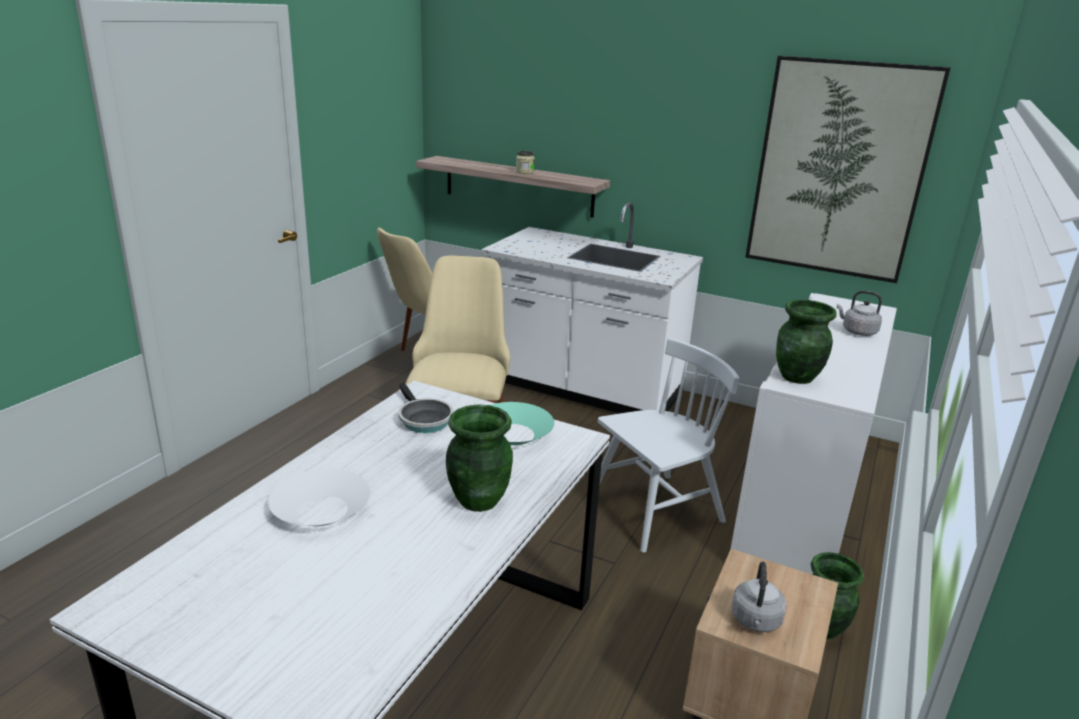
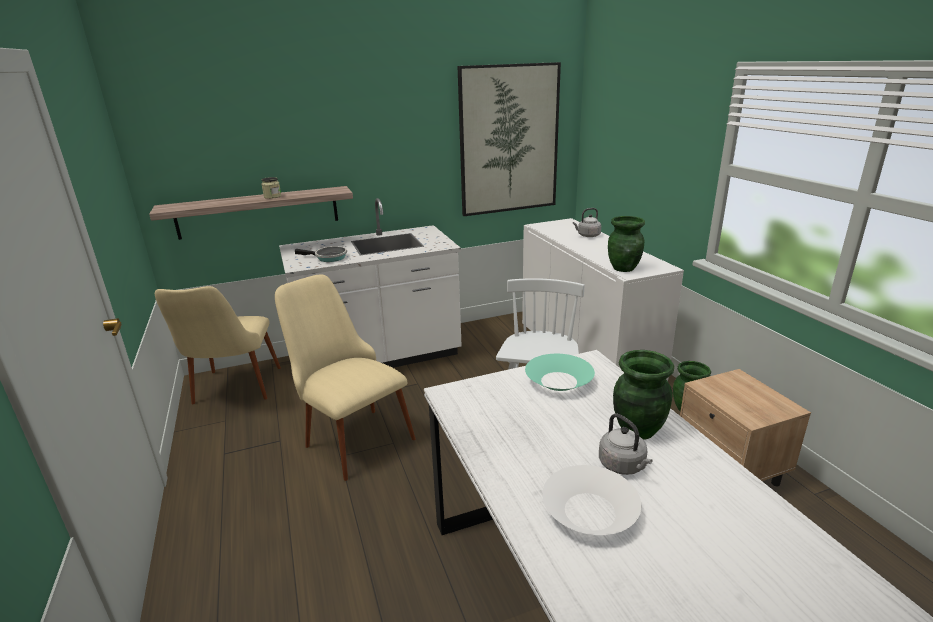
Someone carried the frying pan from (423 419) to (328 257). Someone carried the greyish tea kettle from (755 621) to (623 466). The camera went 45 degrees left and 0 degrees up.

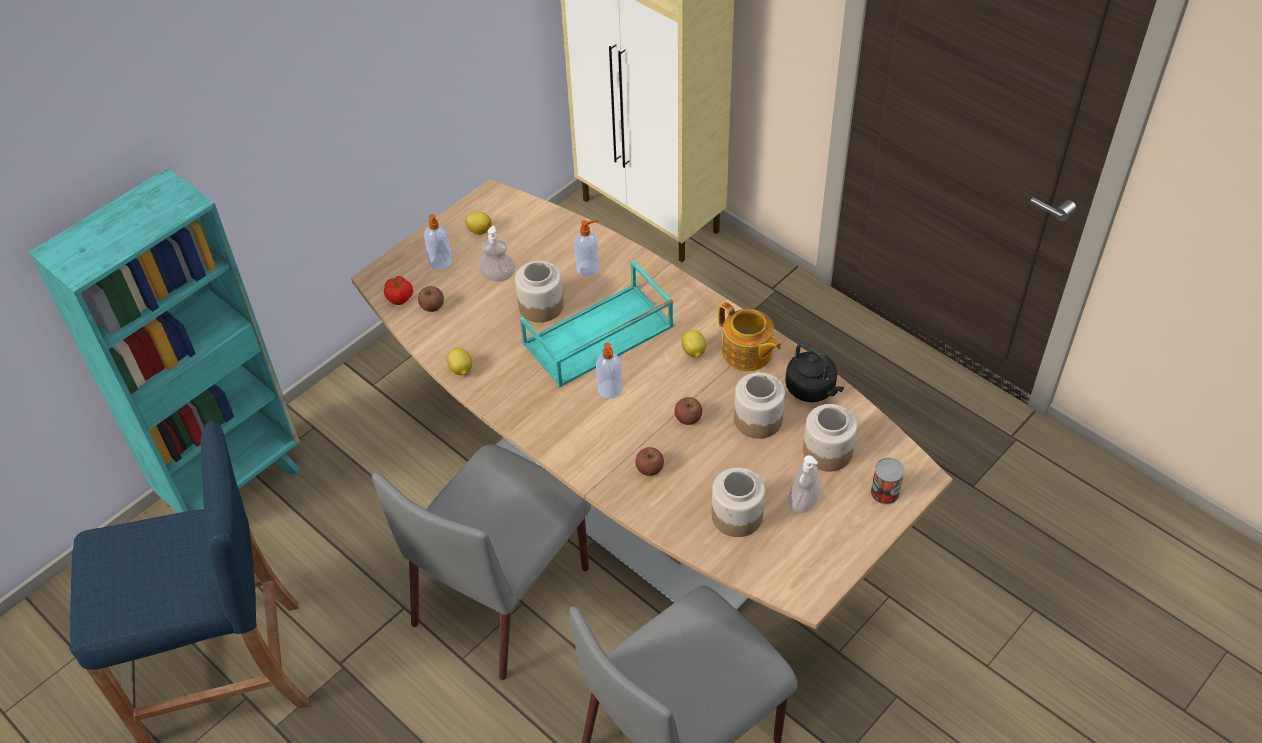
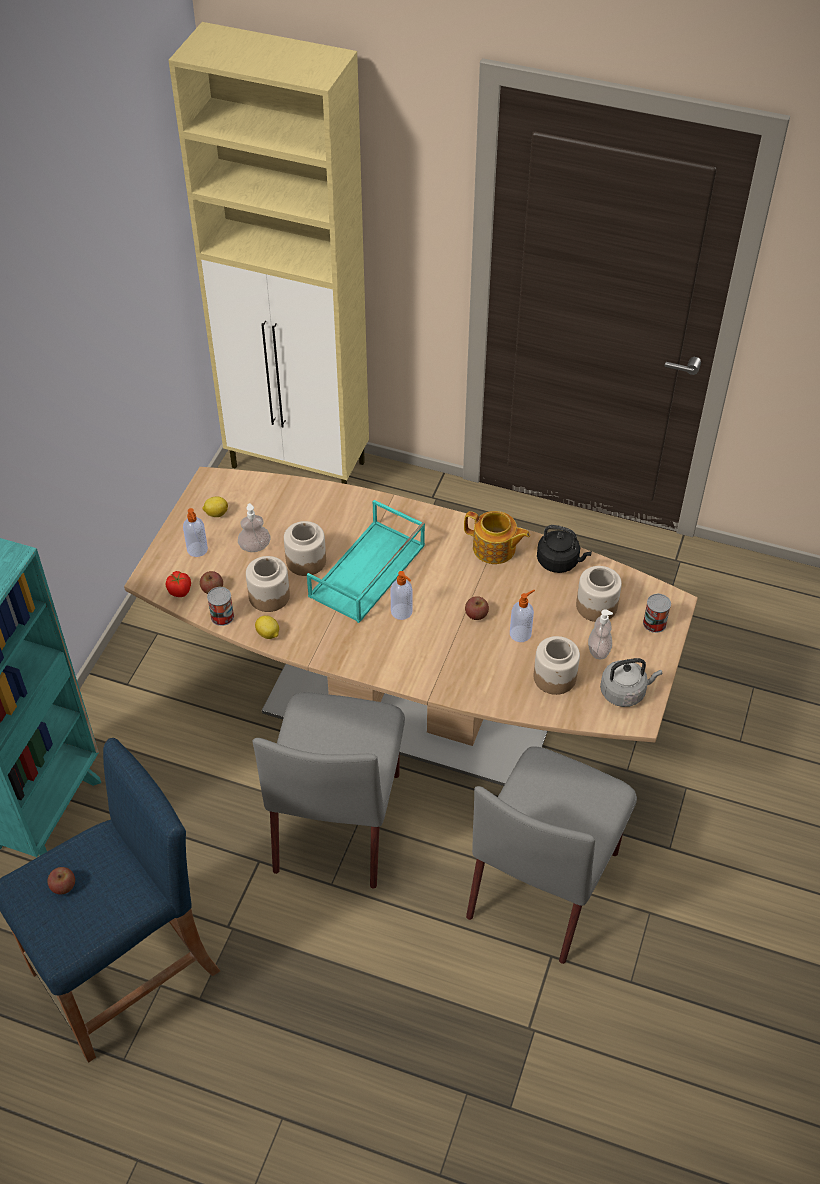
Someone carried the apple from (649 468) to (63 886). Someone put down the metal can at (222 616). Someone carried the preserve jar from (758 419) to (269 596). Someone carried the liquid soap bottle from (588 268) to (521 633). Someone put down the greyish tea kettle at (625 692). Someone took away the whole lemon at (693 352). The camera went 25 degrees left and 0 degrees up.

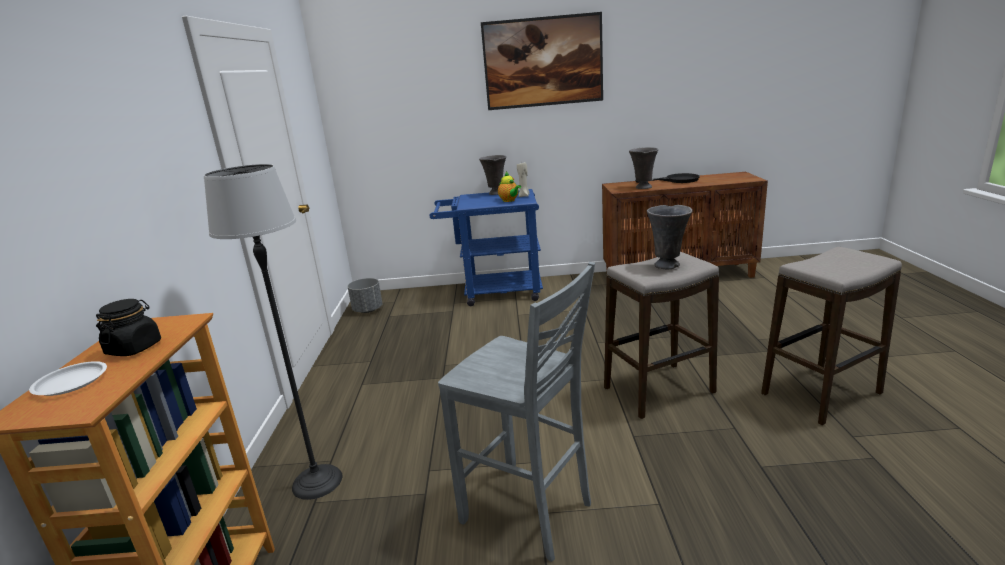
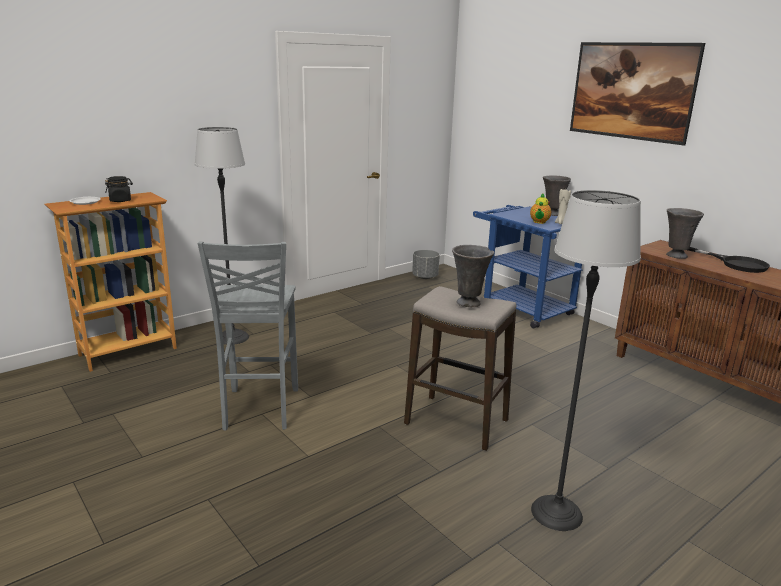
Someone swapped the stool at (820 394) for the floor lamp at (557 513). The camera went 50 degrees right and 0 degrees up.

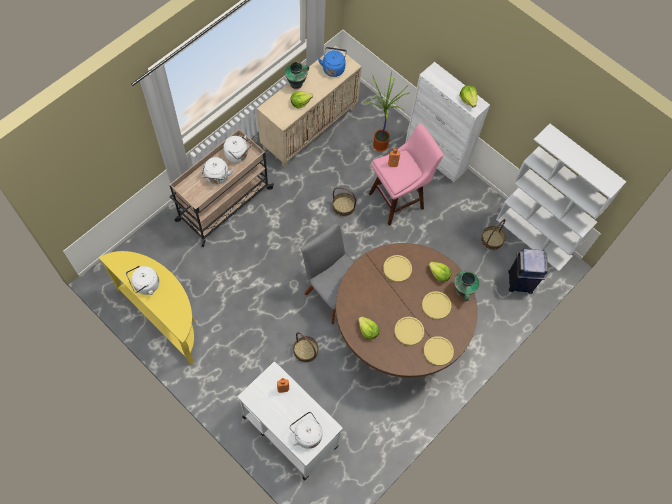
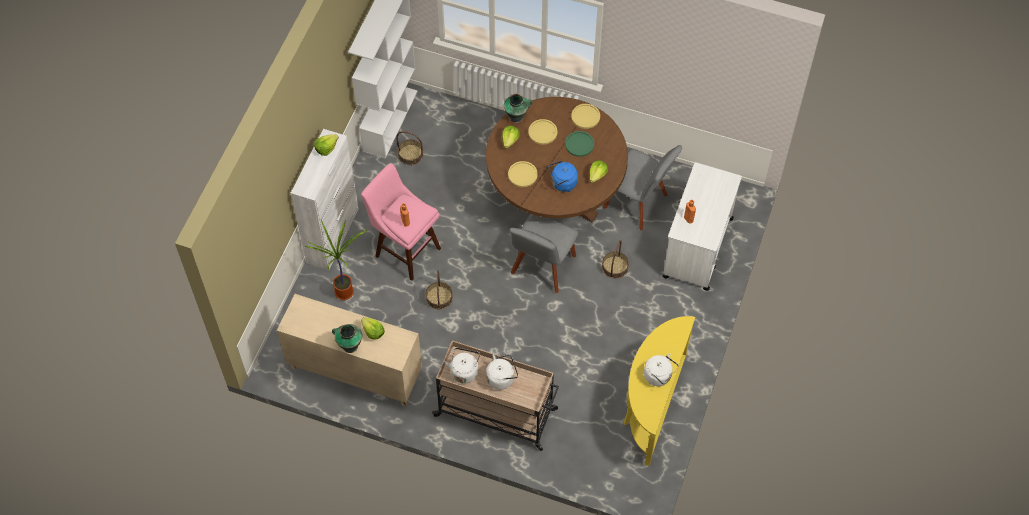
Someone carried the blue tea kettle from (333 68) to (562 183). Someone repainted the yellowish dinner plate at (409 331), which became the green-coloured dinner plate at (579 144). Someone put down the greyish plain chair at (638 203). Someone took away the white tea kettle at (306 434). Someone took away the blue rubbish bin at (520 282). The camera went 110 degrees left and 5 degrees down.

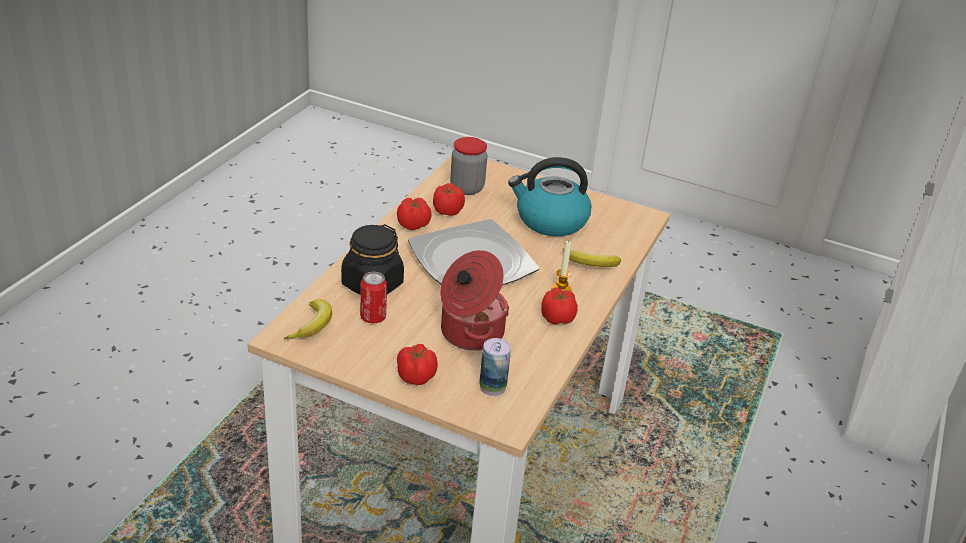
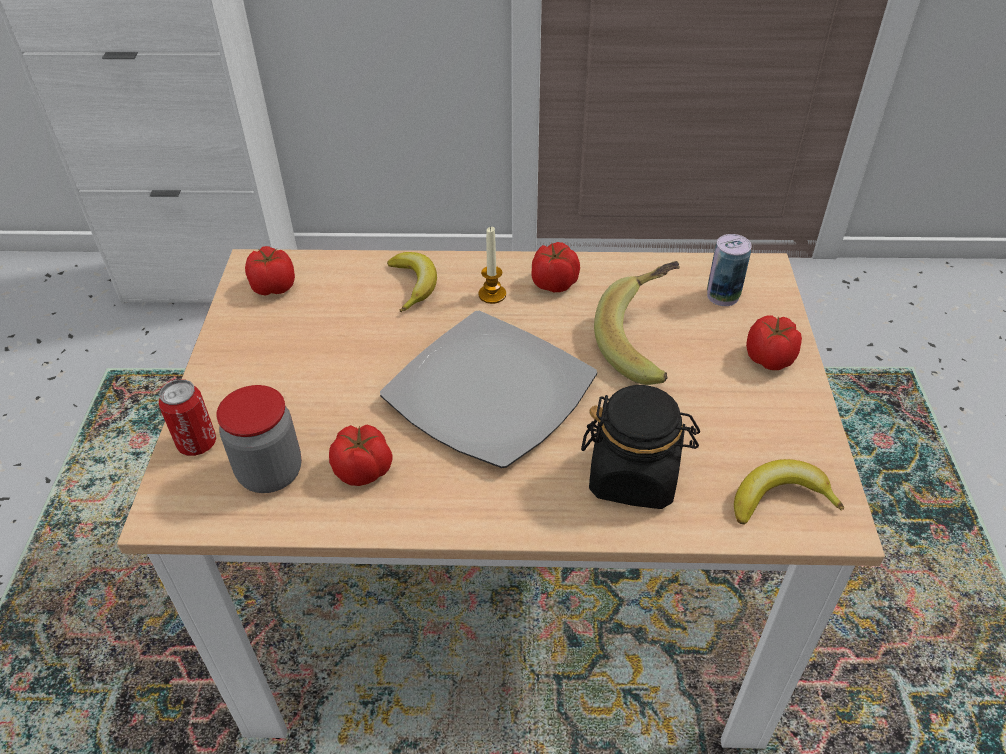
Someone carried the metal can from (373 317) to (197 443). Someone carried the fresh tomato from (414 225) to (274 286). Someone swapped the cooking pot at (470 332) for the banana at (647 343). Someone took away the tea kettle at (550 221). The camera went 110 degrees left and 10 degrees up.

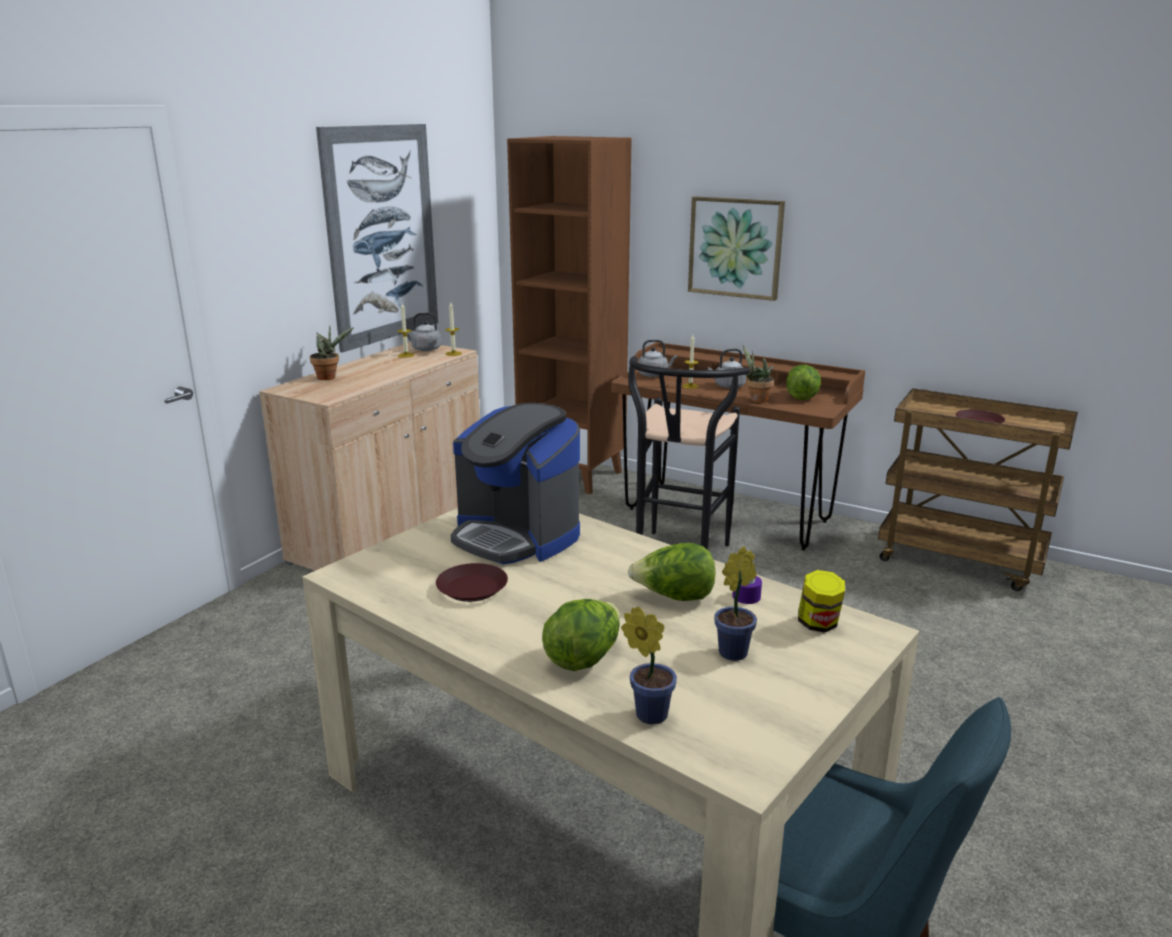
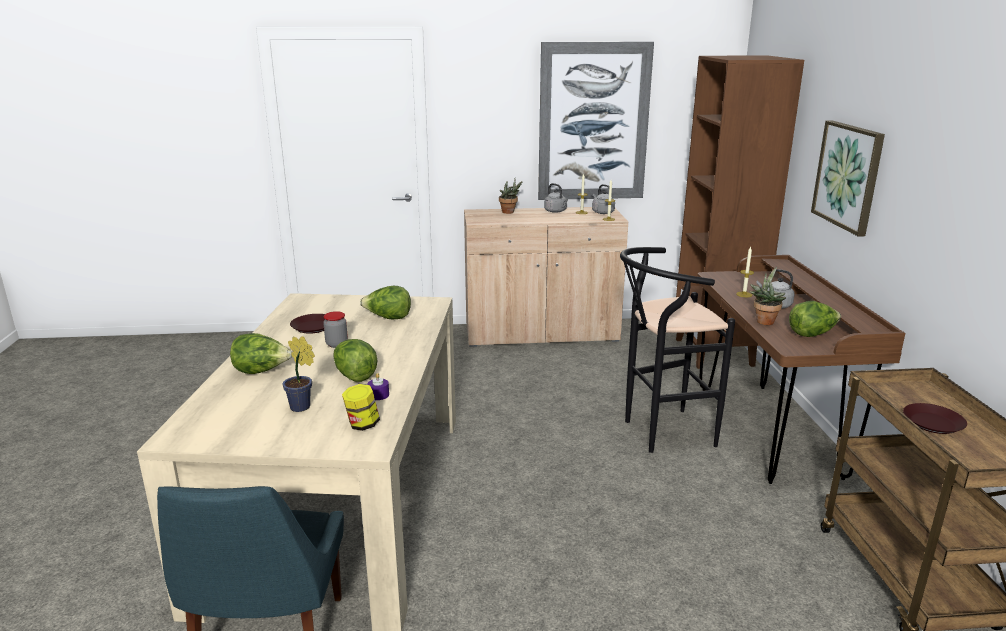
Someone put down the preserve jar at (336 344). Someone swapped the coffee maker at (516 536) for the head of lettuce at (388 318). Someone carried the greyish tea kettle from (654 375) to (556 211). Someone took away the potted plant at (648 713). The camera went 55 degrees right and 0 degrees up.

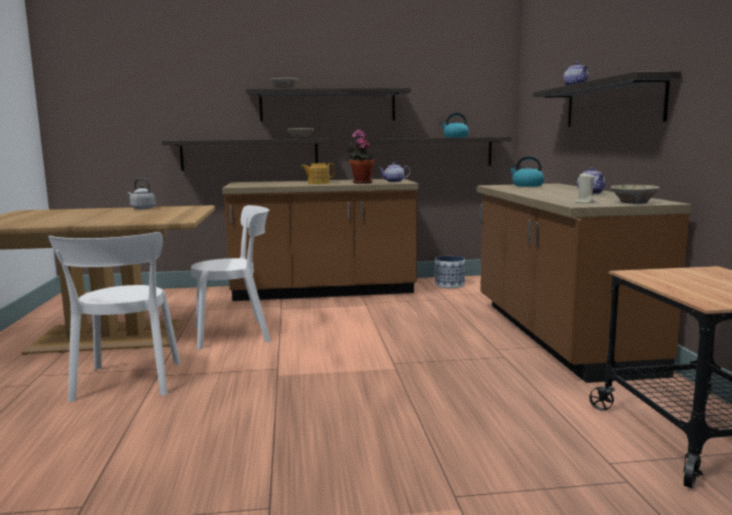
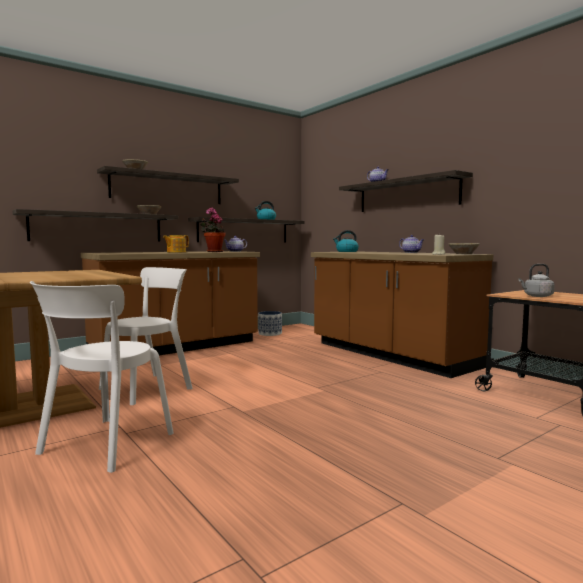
Someone rotated the white plain chair at (127 383) by 60 degrees clockwise. Someone carried the greyish tea kettle from (142 208) to (537 296). The camera went 30 degrees left and 5 degrees down.

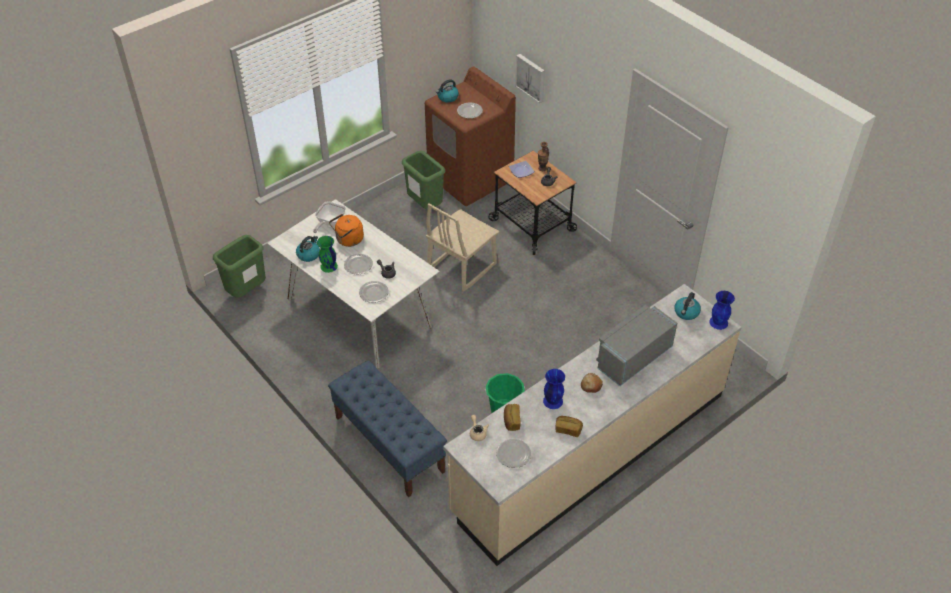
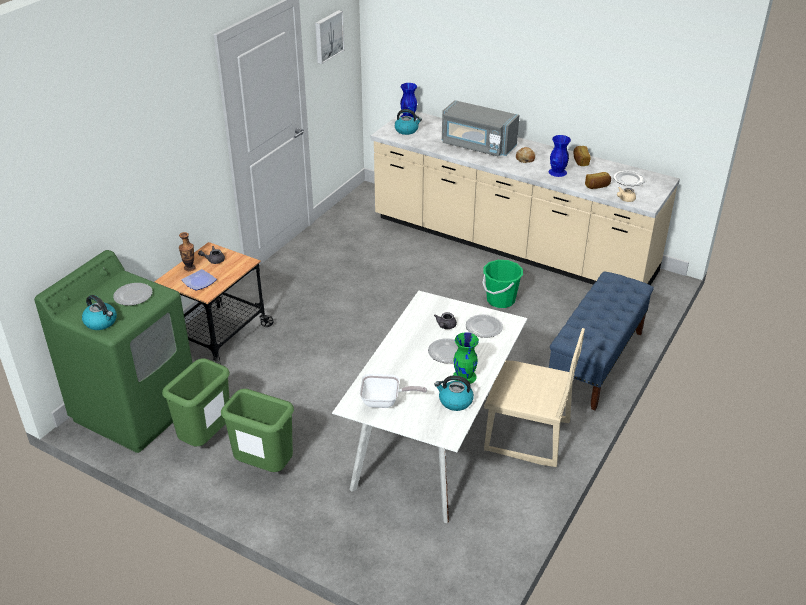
Someone repainted the brownish washing machine at (470 179), which became the green-coloured washing machine at (136 409). Someone carried the green-coloured rubbish bin from (247 291) to (264 468). Someone carried the picture from (531 77) to (328 36). Someone carried the sand-coloured plain chair from (461 266) to (527 437). Someone took away the orange-coloured tea kettle at (348 240). The camera went 110 degrees left and 10 degrees down.

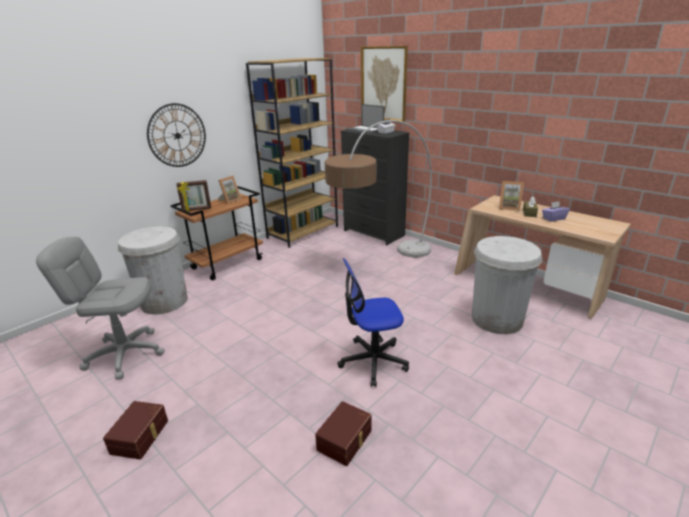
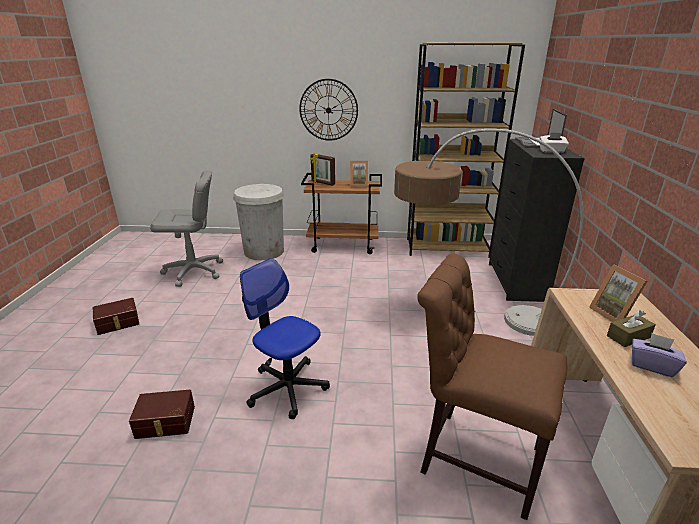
Someone rotated the greyish computer chair at (125 354) by 120 degrees clockwise. Someone swapped the white rubbish bin at (496 319) for the brownish plain chair at (474 456). Someone took away the picture at (383 84). The camera went 50 degrees right and 0 degrees up.

